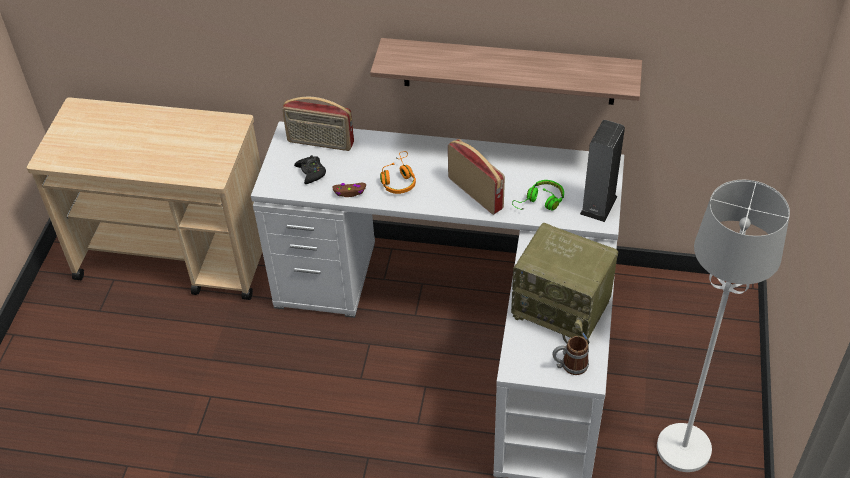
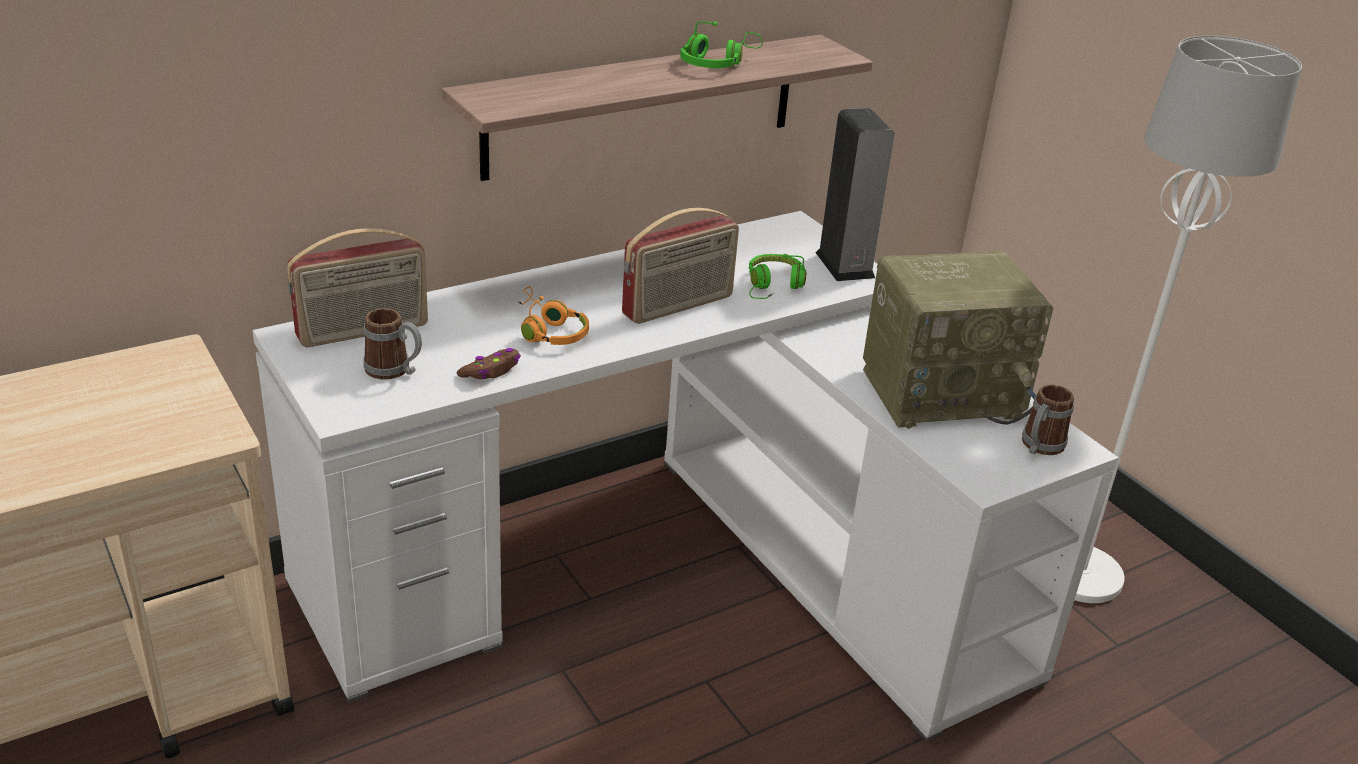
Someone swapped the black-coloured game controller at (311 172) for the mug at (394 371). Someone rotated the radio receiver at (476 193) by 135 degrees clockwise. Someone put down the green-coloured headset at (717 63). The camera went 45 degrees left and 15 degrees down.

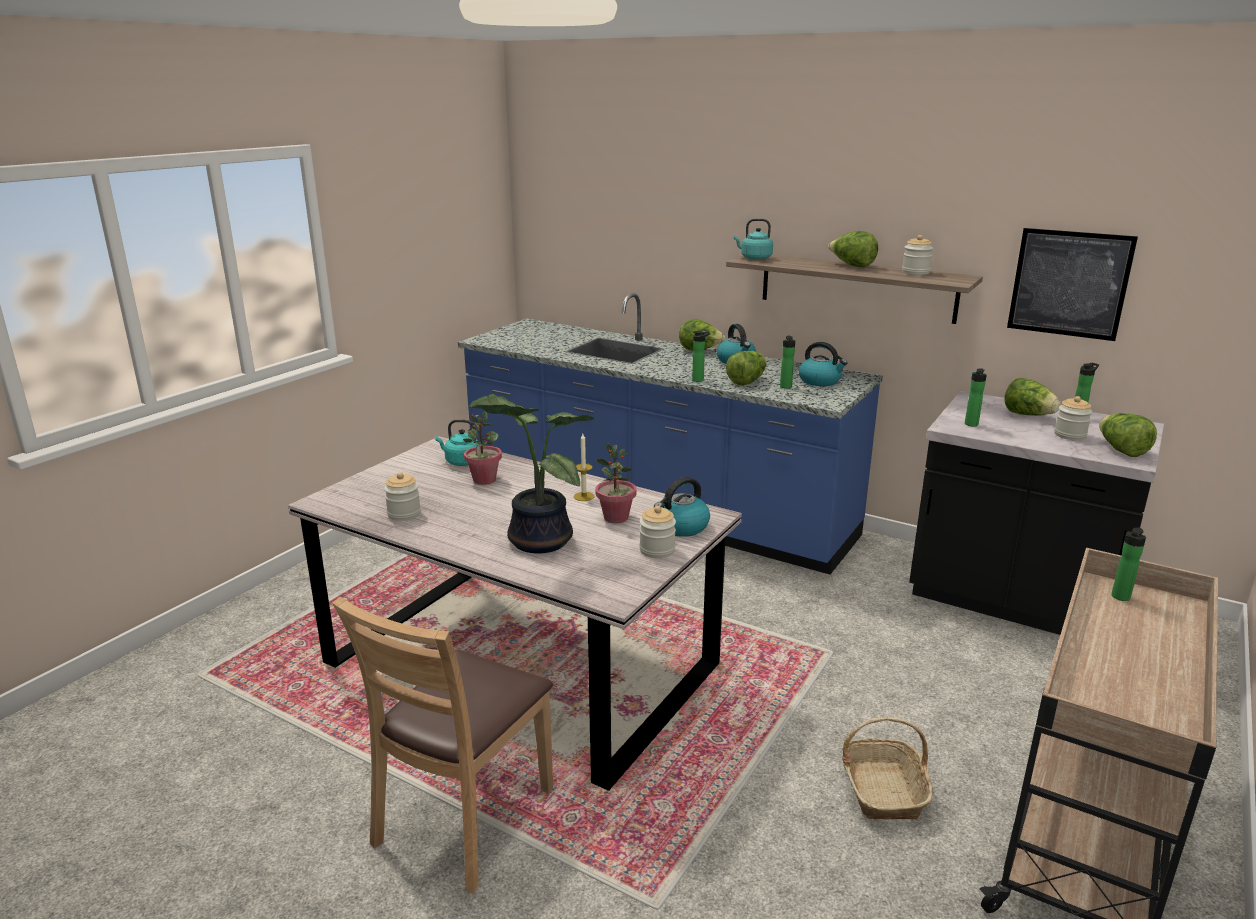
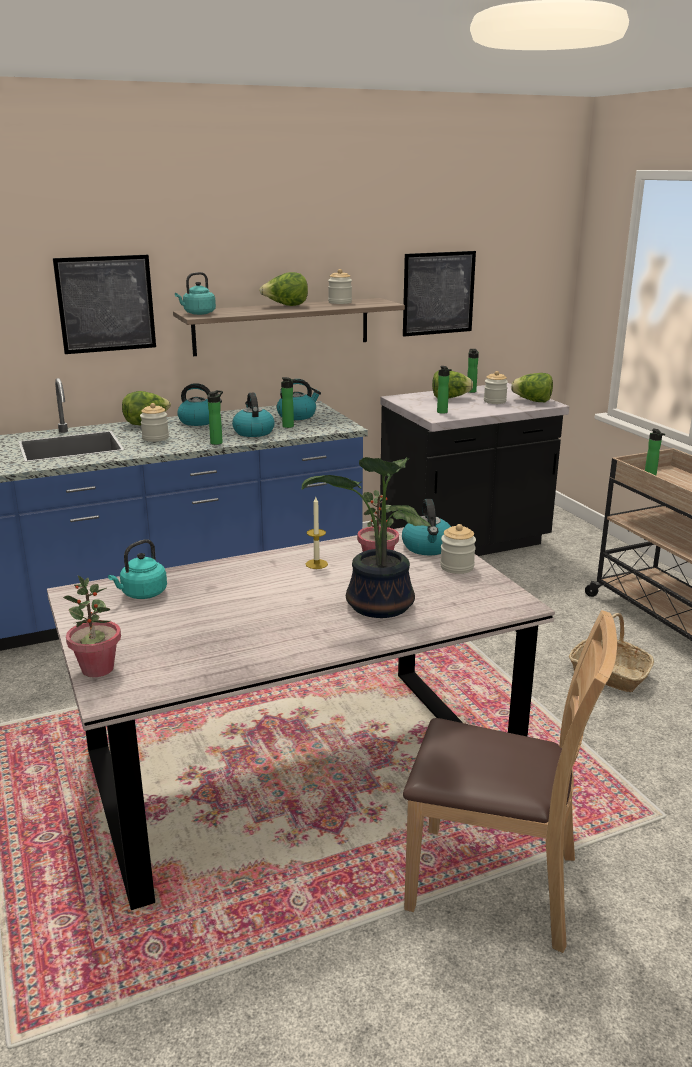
Someone put up the picture at (106 304). Someone carried the potted plant from (484 480) to (97 669). Someone carried the preserve jar from (404 514) to (155 438). Someone swapped the head of lettuce at (747 381) for the tea kettle at (253 432). Someone rotated the brownish plain chair at (464 819) by 45 degrees counterclockwise. The camera went 55 degrees left and 0 degrees up.

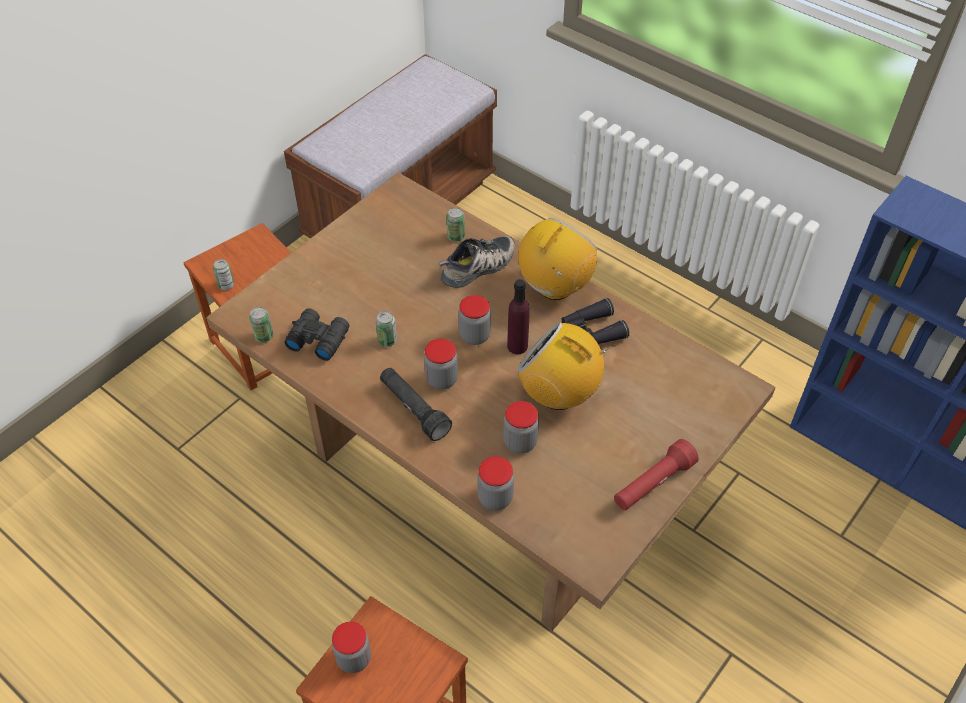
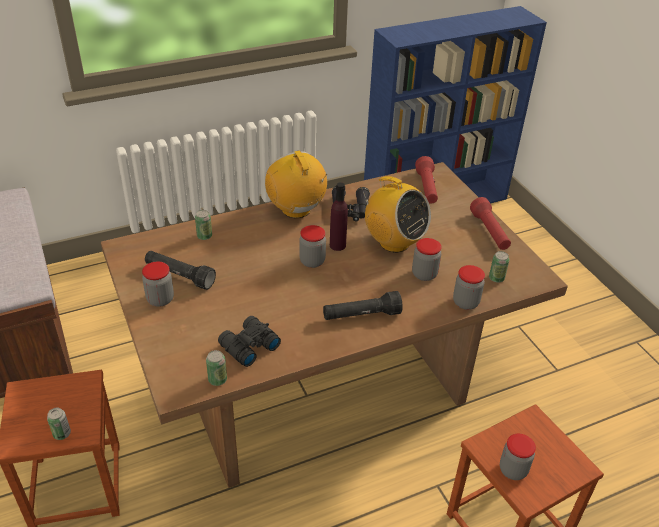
Someone carried the preserve jar from (441 379) to (160 299). Someone put down the black-coloured hand torch at (179 276). Someone rotated the radio receiver at (559 394) by 105 degrees counterclockwise. Someone put down the reddish hand torch at (426 188). Someone carried the metal can from (387 340) to (496 278). Someone took away the low shoe at (479 268). The camera went 65 degrees left and 10 degrees down.

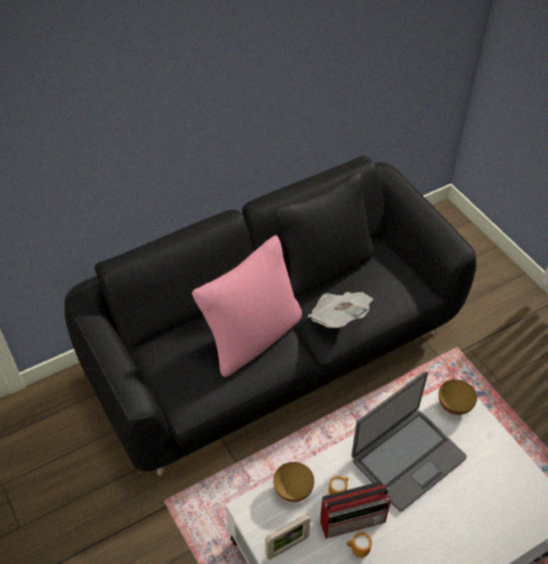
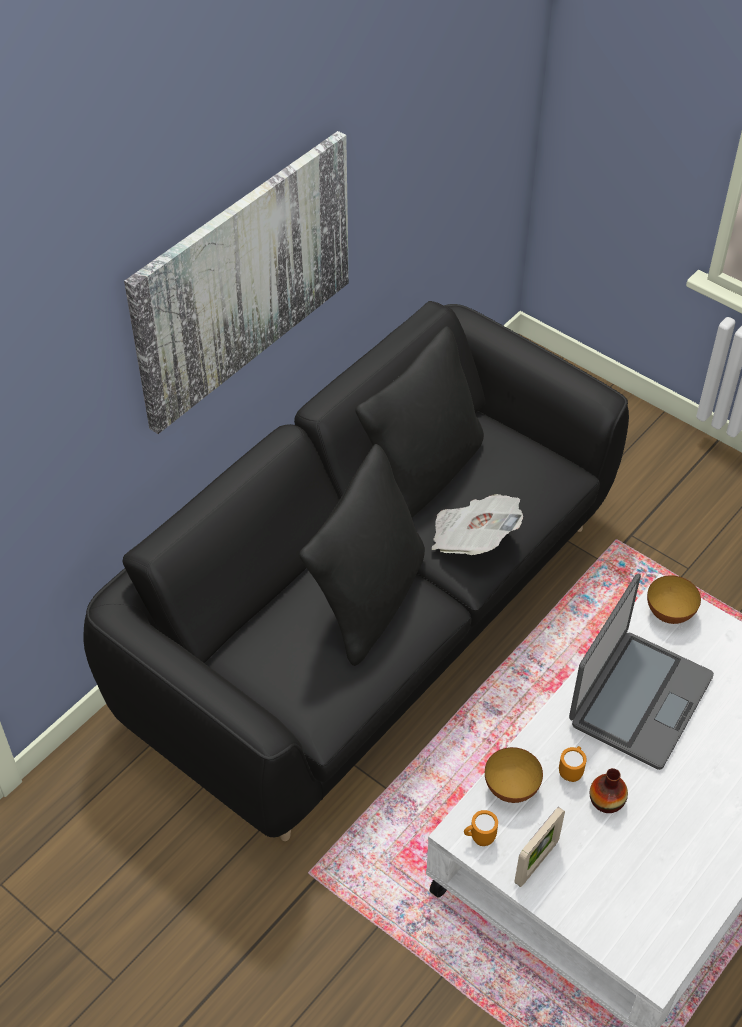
Someone put up the picture at (243 279). Someone repainted the pinkish pillow at (252 337), which became the black-coloured pillow at (367 600). Someone carried the orange-coloured mug from (357 550) to (479 838). Someone swapped the radio receiver at (354 520) for the decorative vase at (606 800). The camera went 20 degrees left and 0 degrees up.

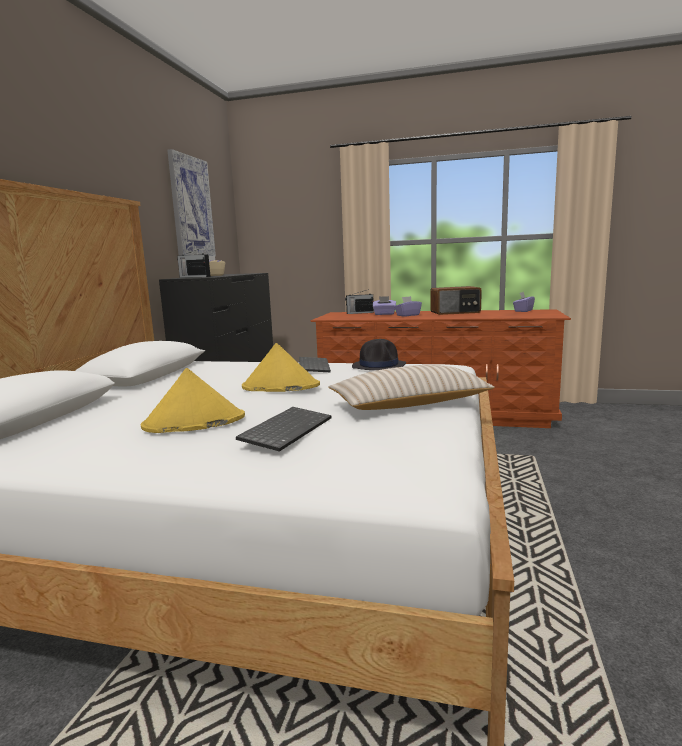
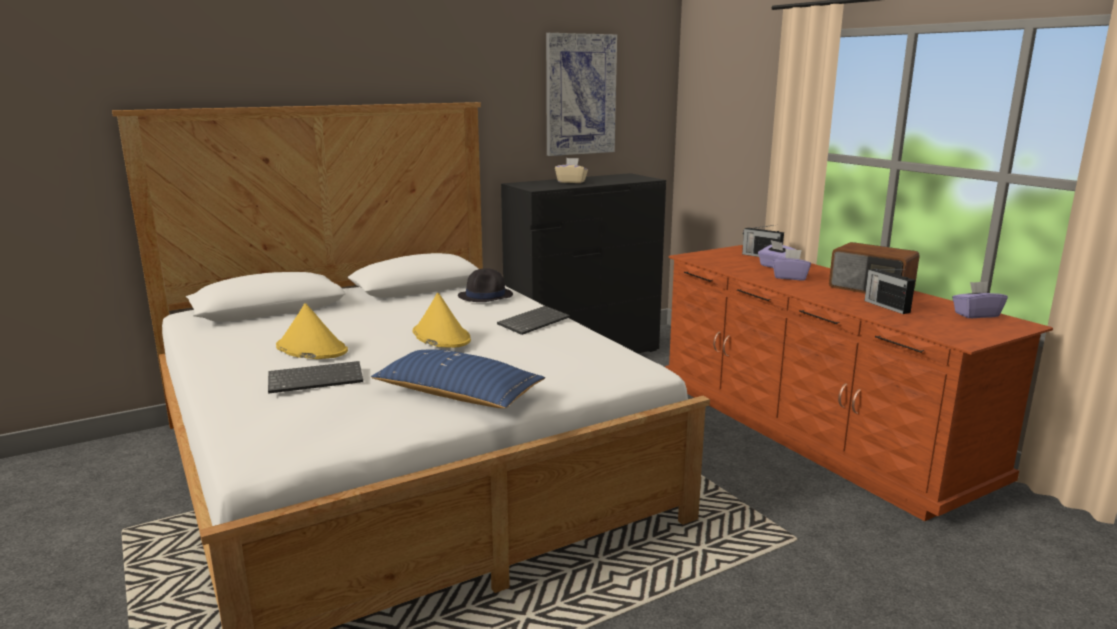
Someone repainted the sand-coloured pillow at (409 404), which became the blue pillow at (458 395). Someone carried the black-coloured hat from (379 366) to (486 296). Someone carried the radio receiver from (194 277) to (886 306). The camera went 45 degrees right and 5 degrees up.

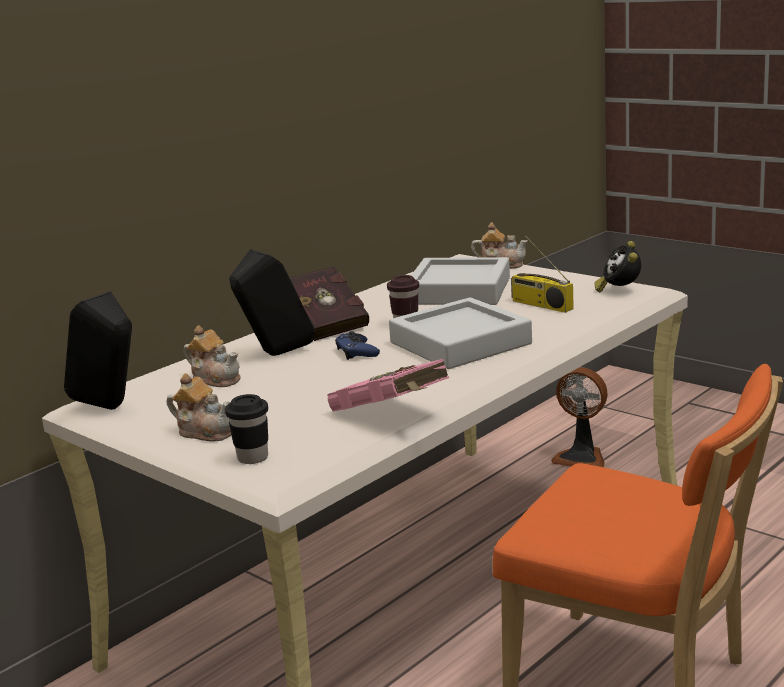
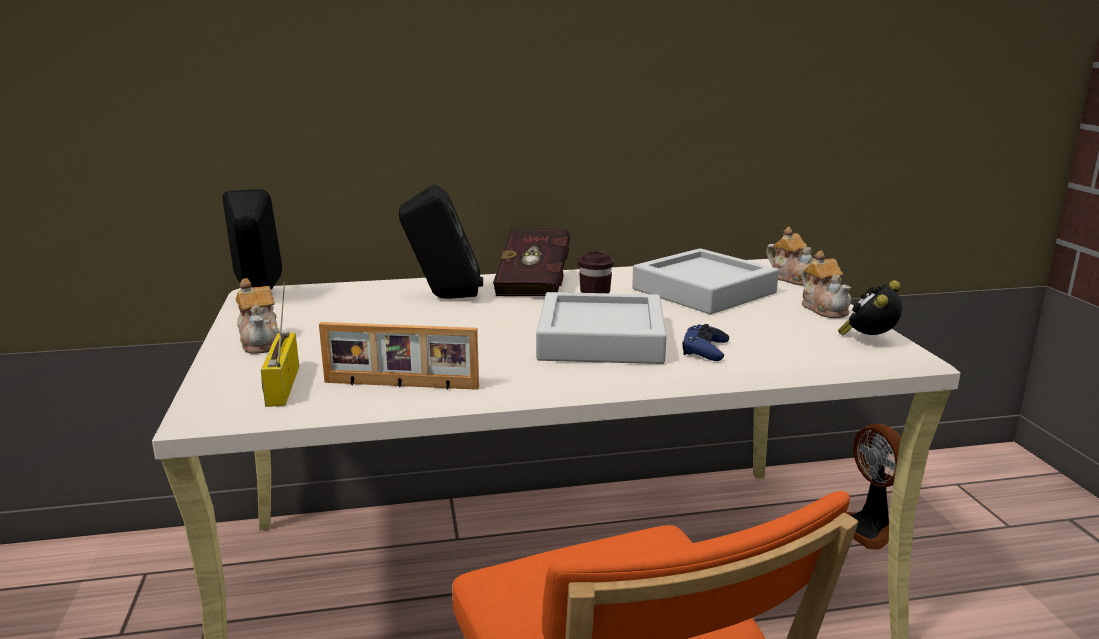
Someone carried the radio receiver from (540 305) to (282 384). Someone swapped the pinkish book at (392 416) for the picture frame at (400 385). Someone carried the blue game controller from (357 352) to (705 349). Someone carried the pot for tea from (216 379) to (824 309). Someone took away the black-coloured drinking cup at (253 458). The camera went 35 degrees right and 0 degrees up.

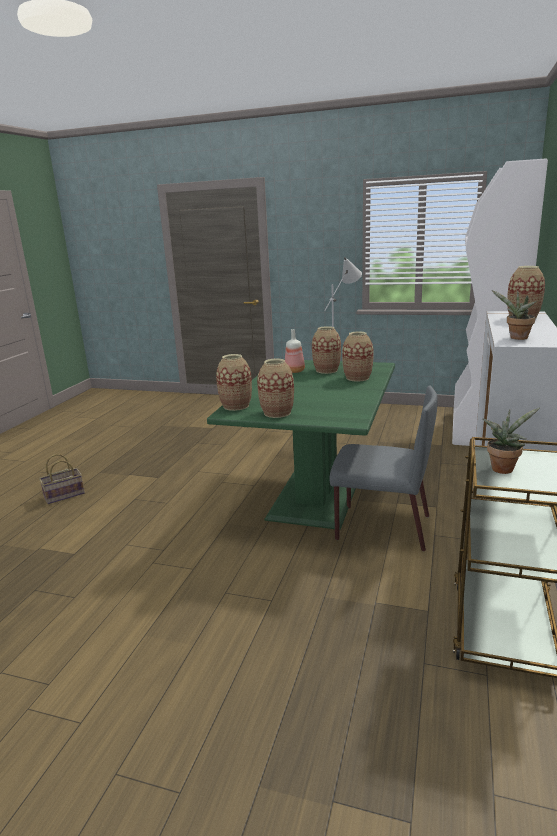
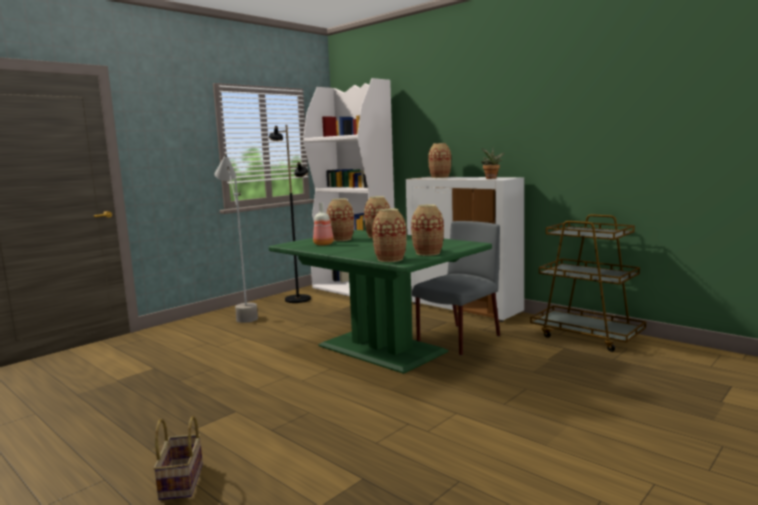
Someone put down the black-coloured floor lamp at (297 299). Someone took away the potted plant at (503 468). The camera went 65 degrees left and 10 degrees down.

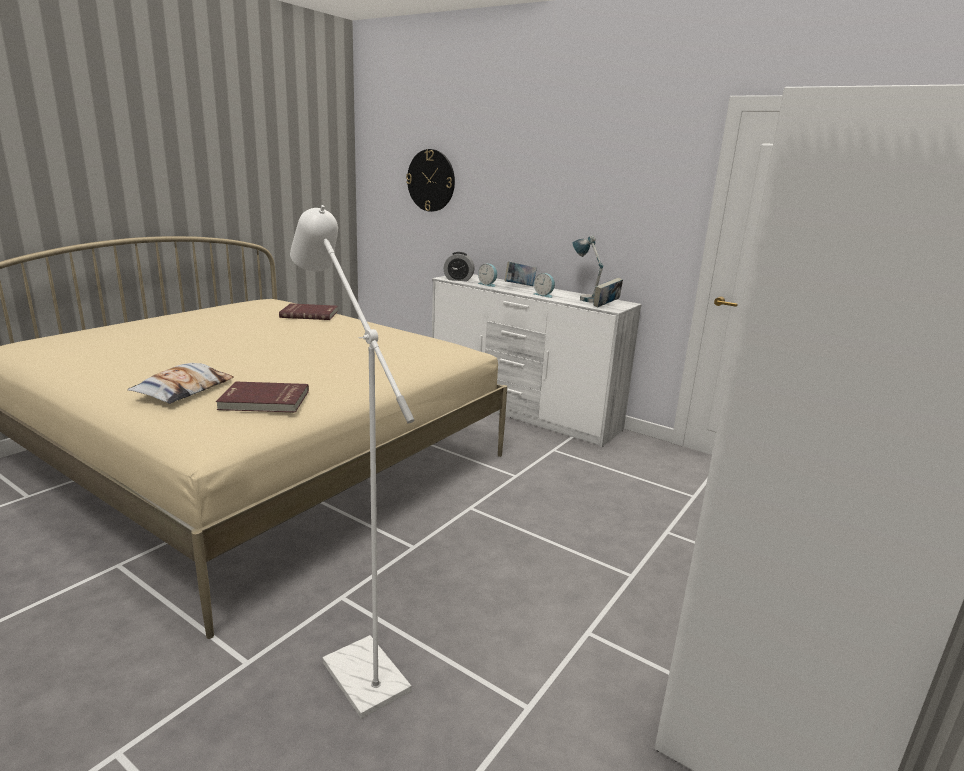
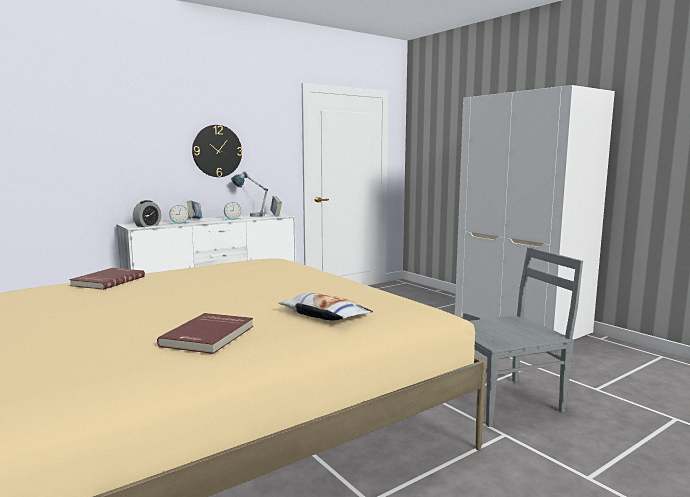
Someone carried the reddish book from (264 401) to (209 336). Someone carried the wall clock from (431 180) to (217 151). Someone swapped the white floor lamp at (357 665) for the greyish plain chair at (506 401). The camera went 70 degrees left and 10 degrees down.

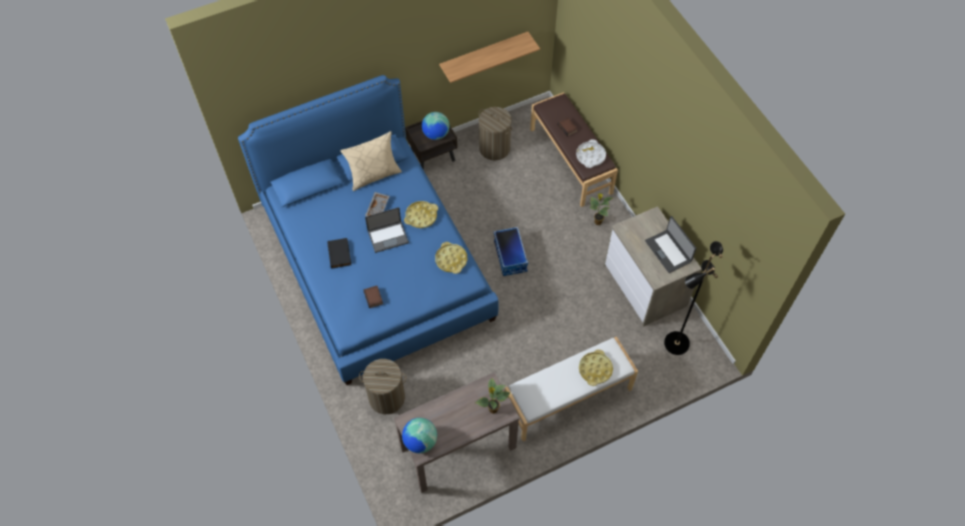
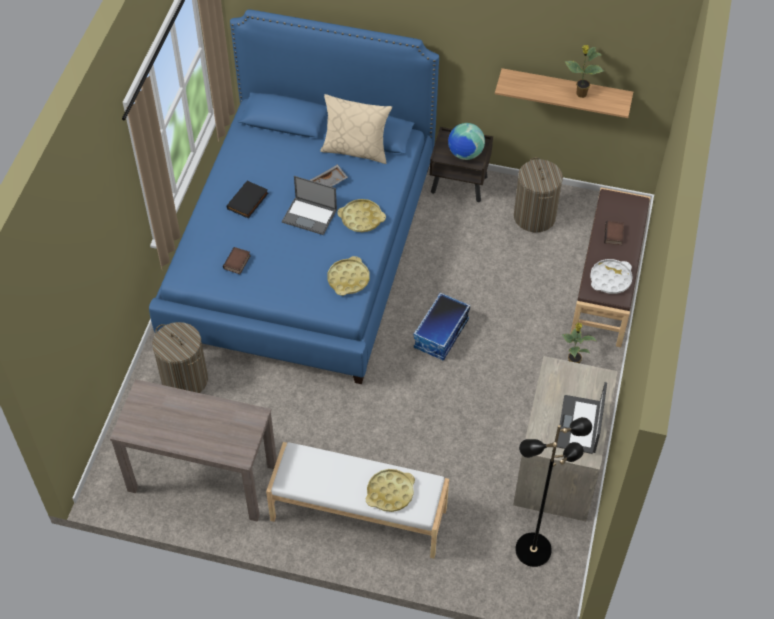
Someone carried the potted plant from (493 410) to (580 94). Someone took away the desk globe at (420 441). The camera went 40 degrees right and 5 degrees down.

